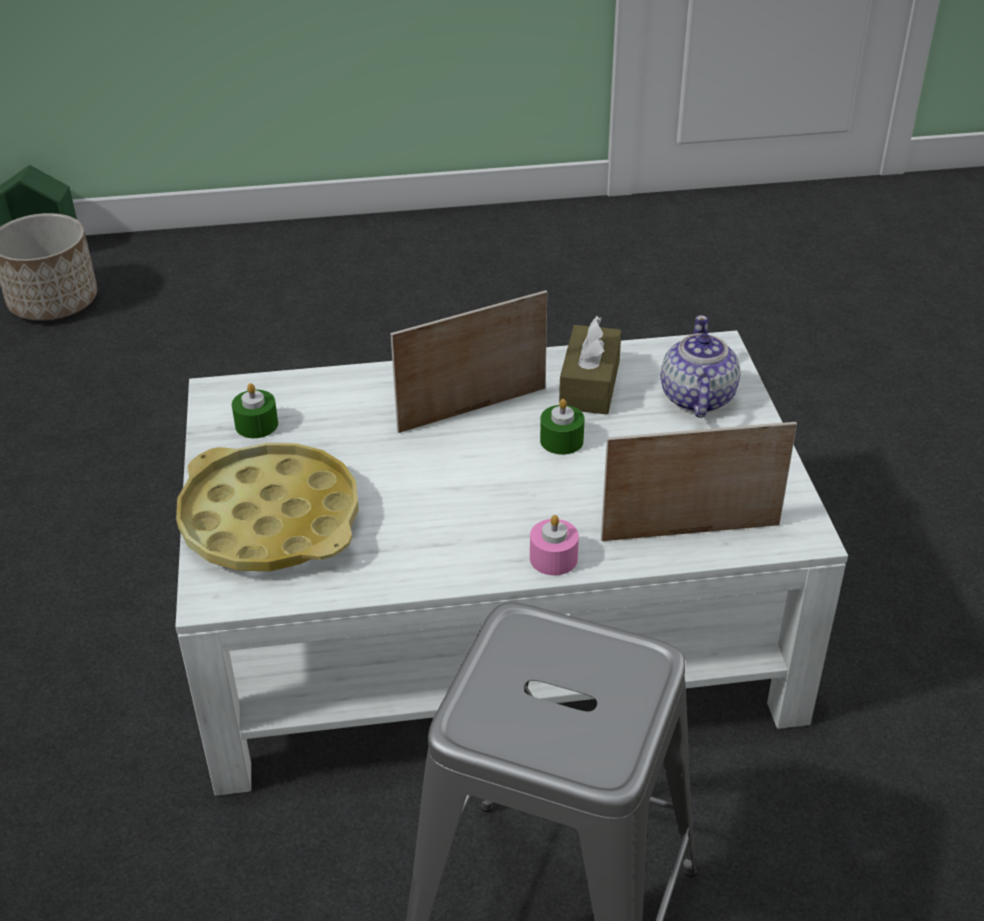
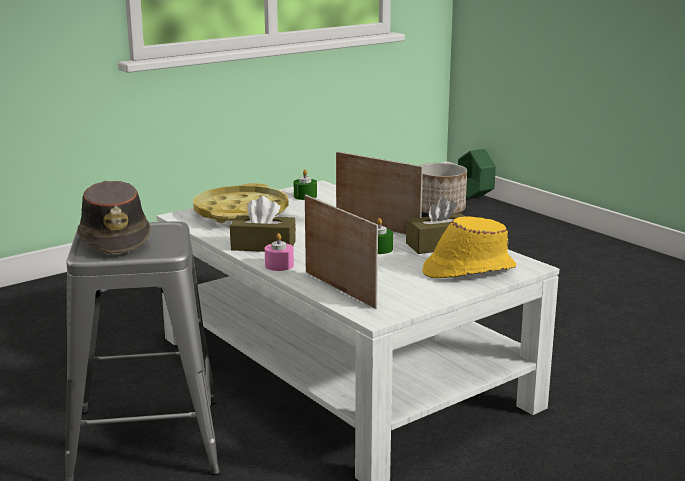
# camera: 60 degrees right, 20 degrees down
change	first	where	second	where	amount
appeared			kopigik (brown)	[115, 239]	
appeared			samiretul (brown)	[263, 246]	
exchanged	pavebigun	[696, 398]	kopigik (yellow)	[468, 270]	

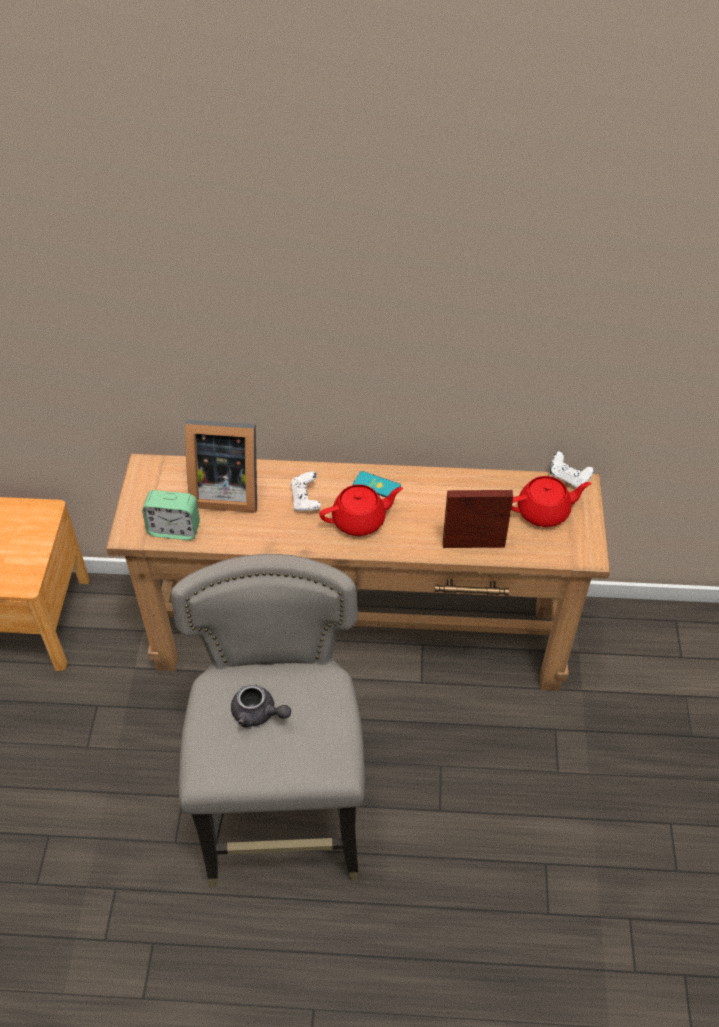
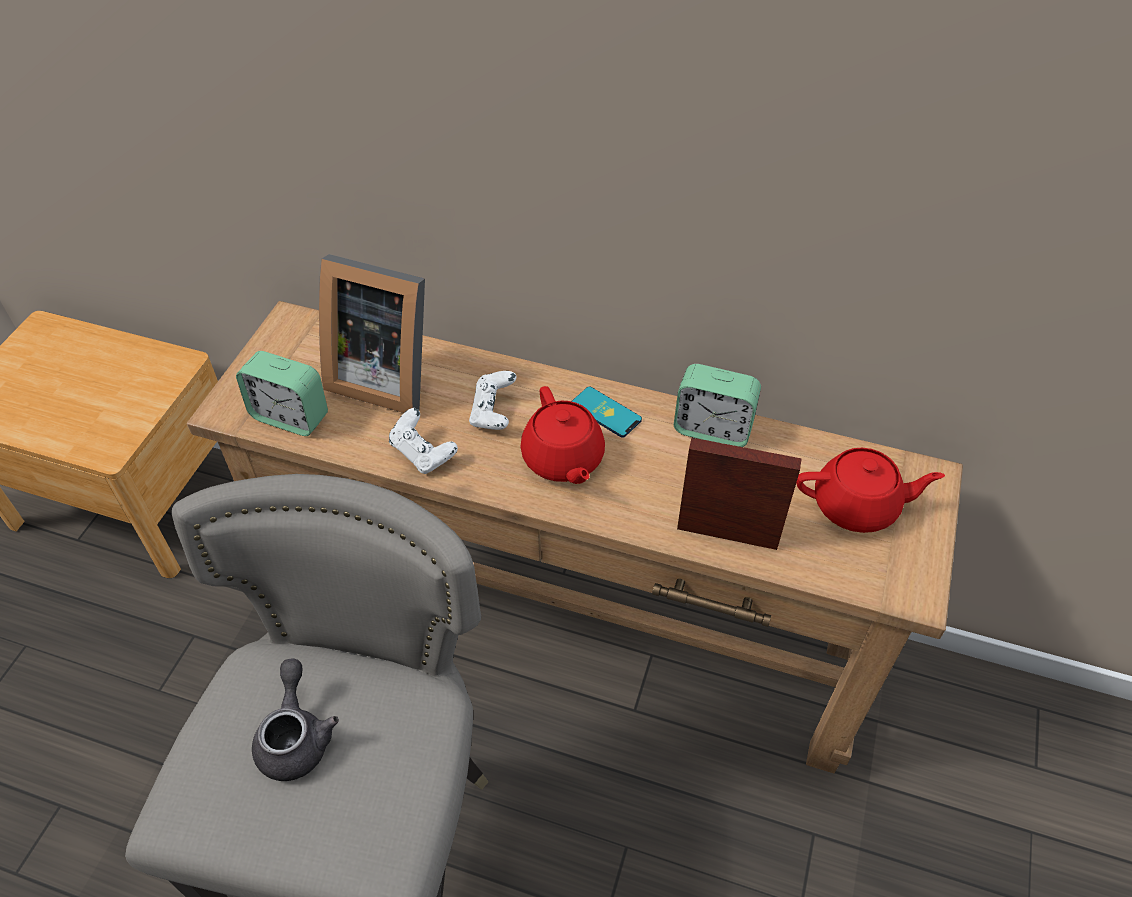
# camera: 15 degrees right, 0 degrees up
change	first	where	second	where	amount
spun	pavebigun (grey)	[258, 714]		[296, 736]	135 degrees counterclockwise
relocated	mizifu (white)	[568, 478]		[423, 454]	
spun	pavebigun (red)	[360, 520]		[563, 459]	75 degrees clockwise
appeared			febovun	[712, 429]	

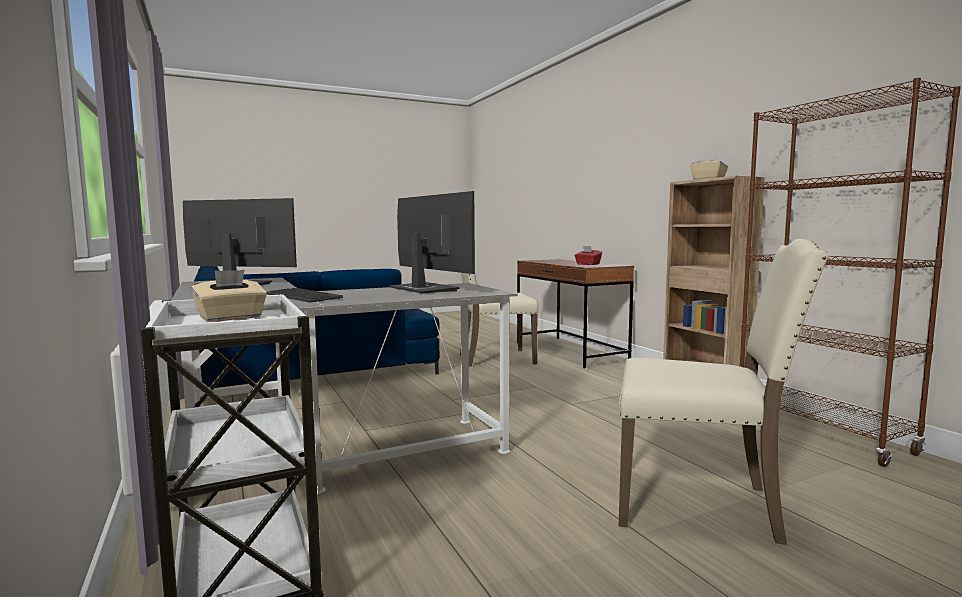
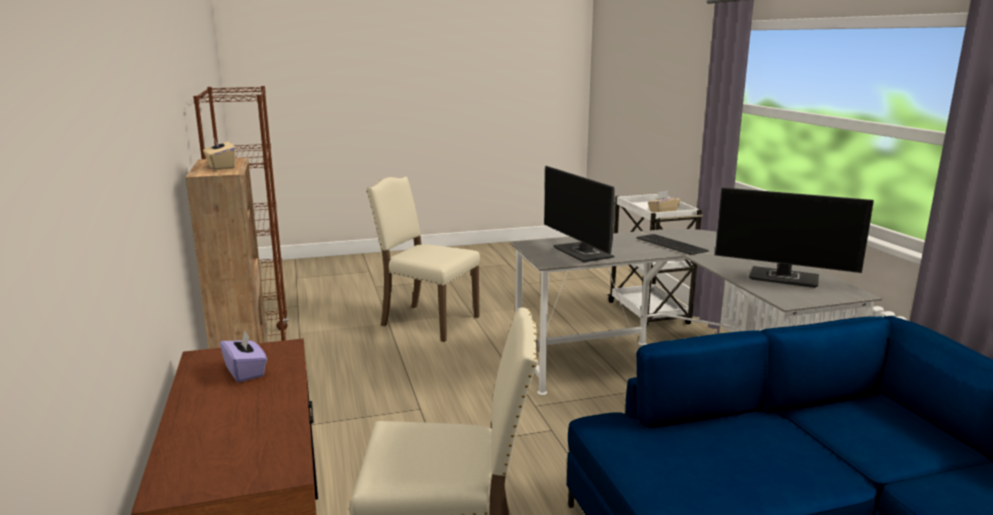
# camera: 170 degrees left, 10 degrees up
change	first	where	second	where	amount
colour	samiretul (red)	[587, 264]	samiretul (purple)	[245, 372]	

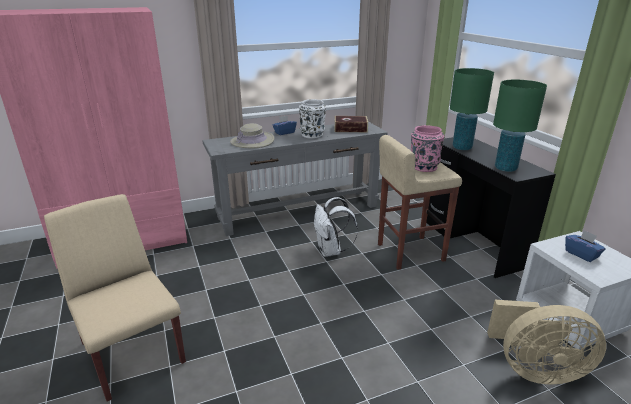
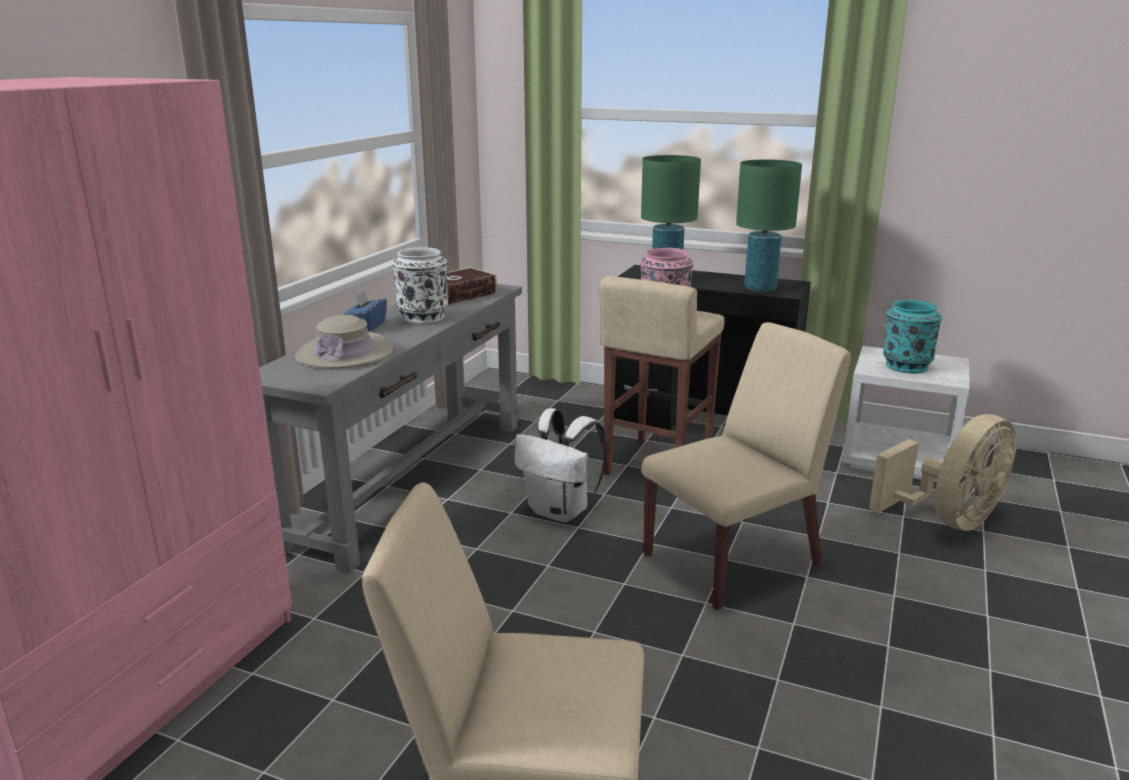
# camera: 45 degrees left, 5 degrees down
change	first	where	second	where	amount
appeared			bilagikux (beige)	[733, 560]	
exchanged	samiretul (blue)	[581, 254]	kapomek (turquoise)	[905, 366]	

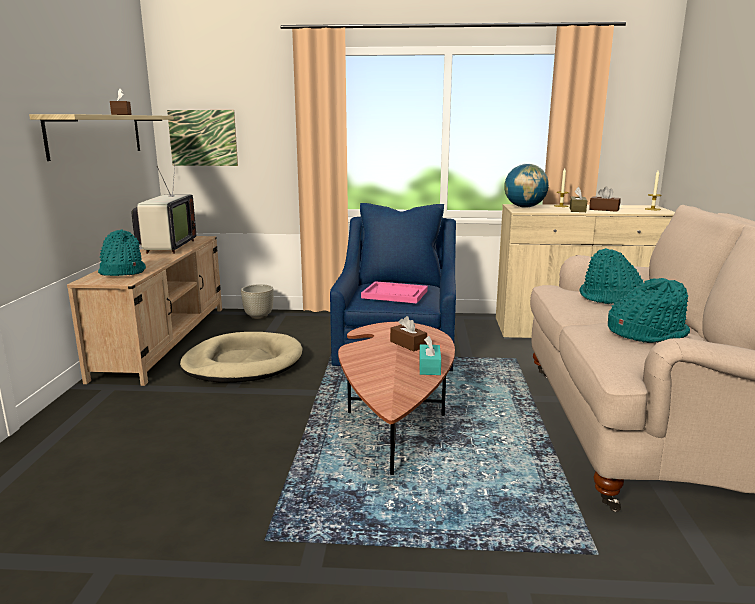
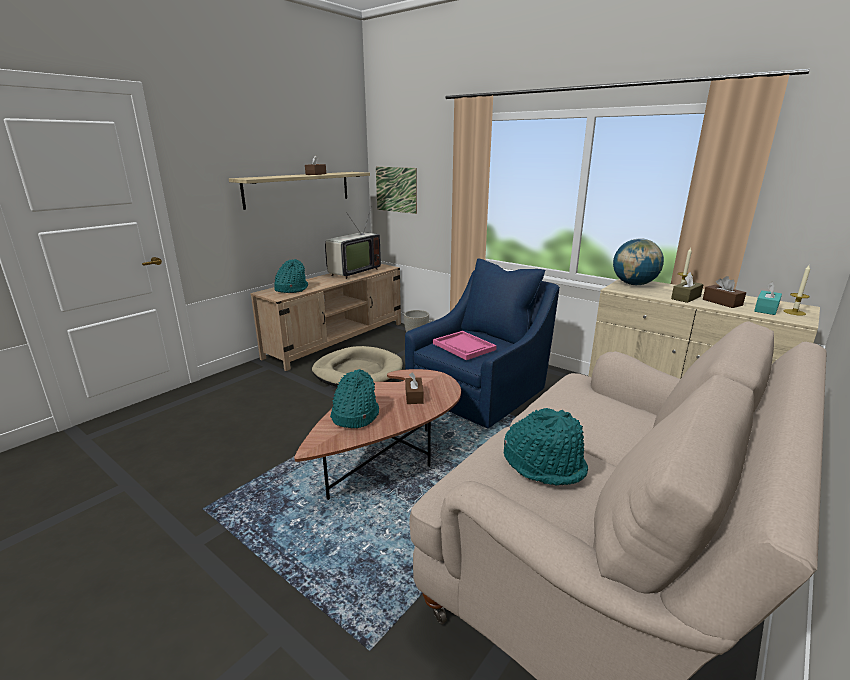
# camera: 35 degrees right, 5 degrees up
change	first	where	second	where	amount
relocated	kopigik (turquoise)	[609, 299]		[354, 415]	
relocated	samiretul (turquoise)	[429, 367]		[766, 309]	

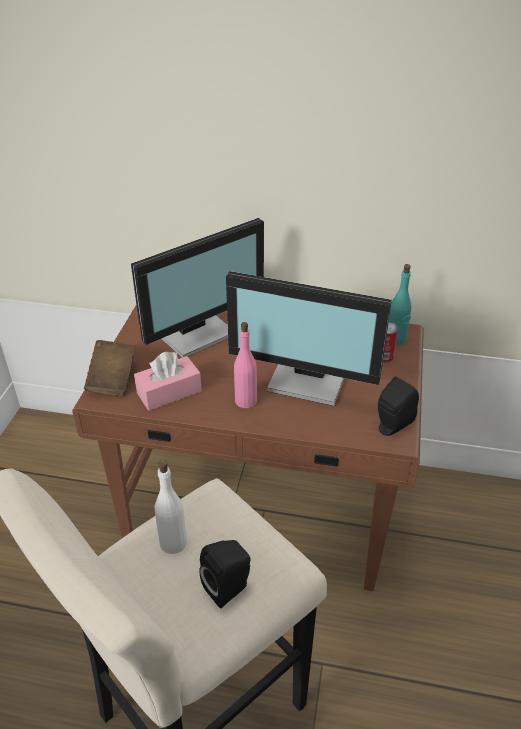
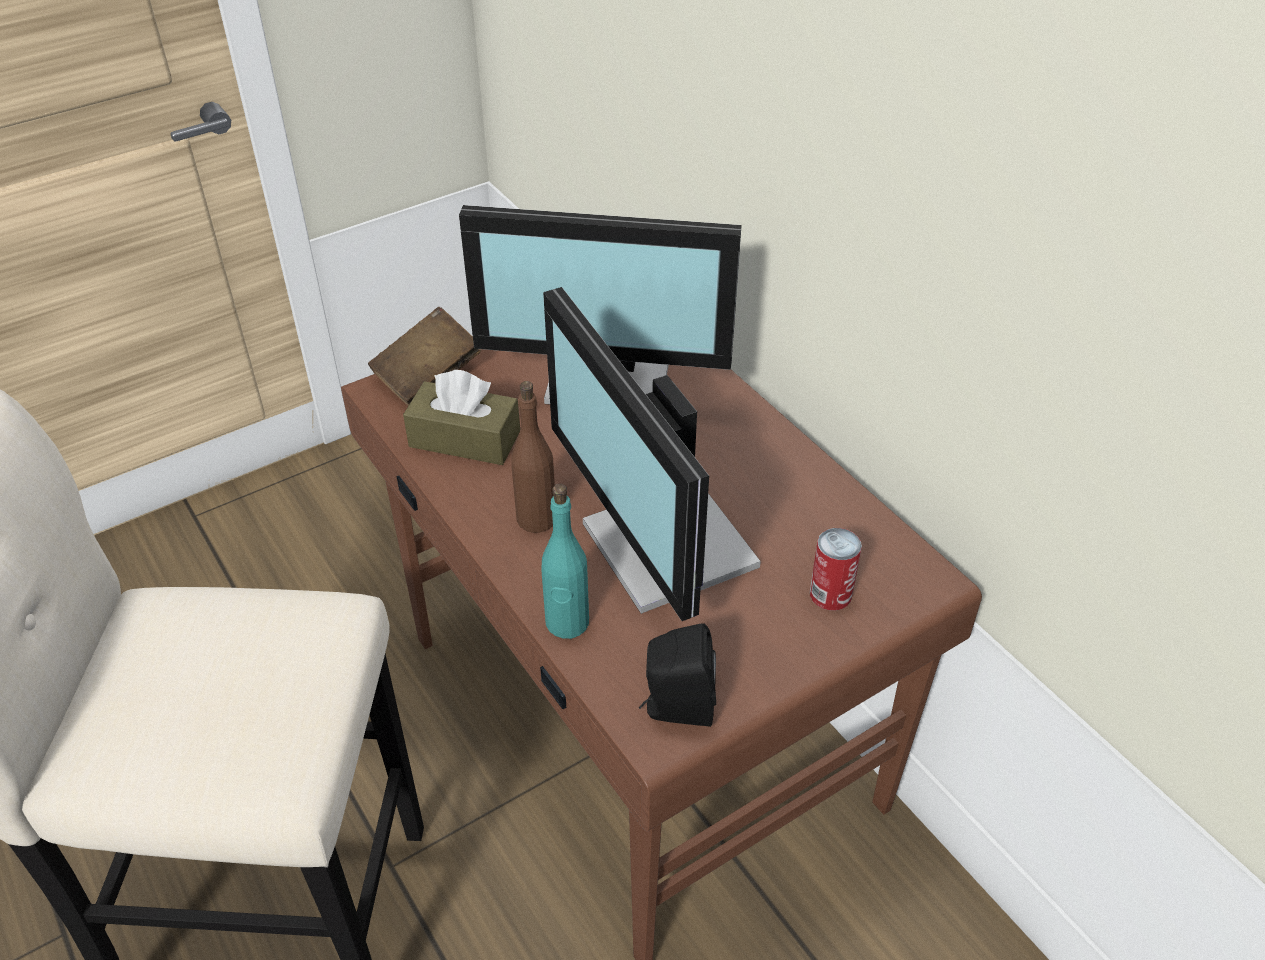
# camera: 45 degrees right, 5 degrees up
change	first	where	second	where	amount
colour	samiretul (pink)	[169, 392]	samiretul (brown)	[465, 439]	
colour	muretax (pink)	[245, 400]	muretax (brown)	[537, 518]	
relocated	muretax (turquoise)	[396, 339]		[567, 623]	
missing	muretax (white)	[173, 542]			
missing	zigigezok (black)	[229, 588]			

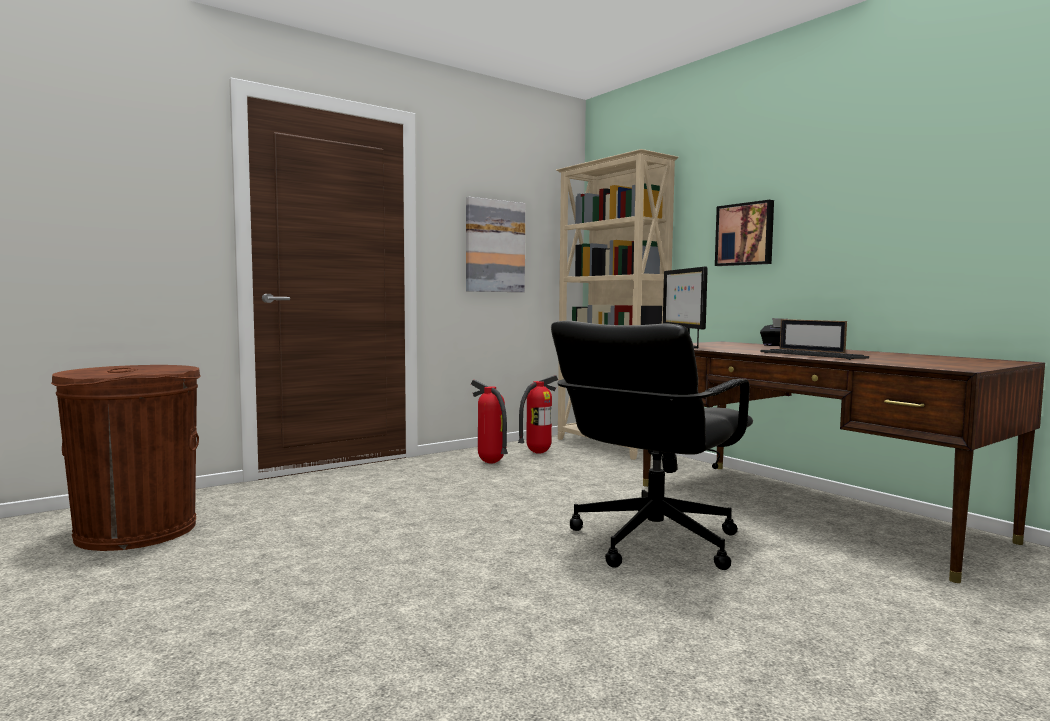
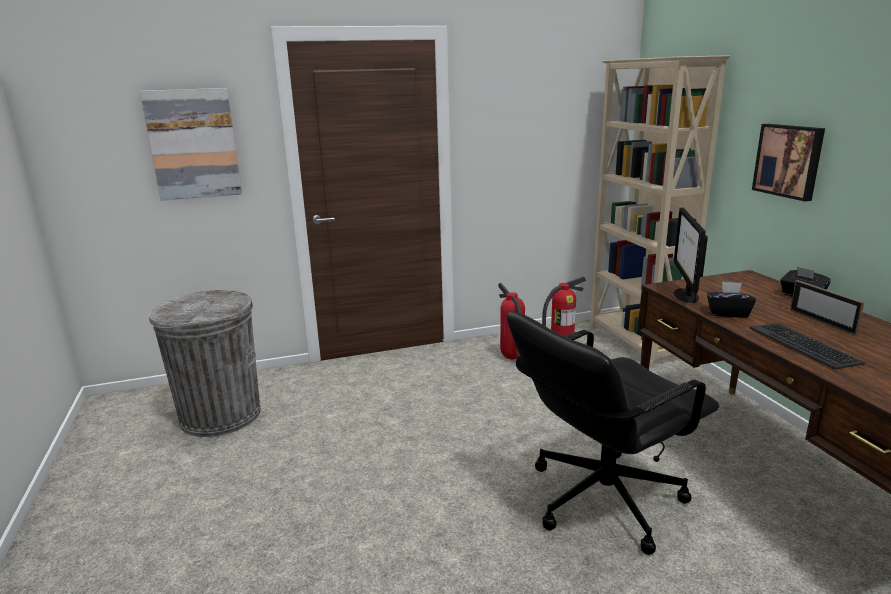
# camera: 20 degrees right, 15 degrees up
change	first	where	second	where	amount
relocated	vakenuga	[494, 246]		[193, 144]	
colour	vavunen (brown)	[136, 530]	vavunen (grey)	[220, 415]	
appeared			samiretul (black)	[728, 313]	

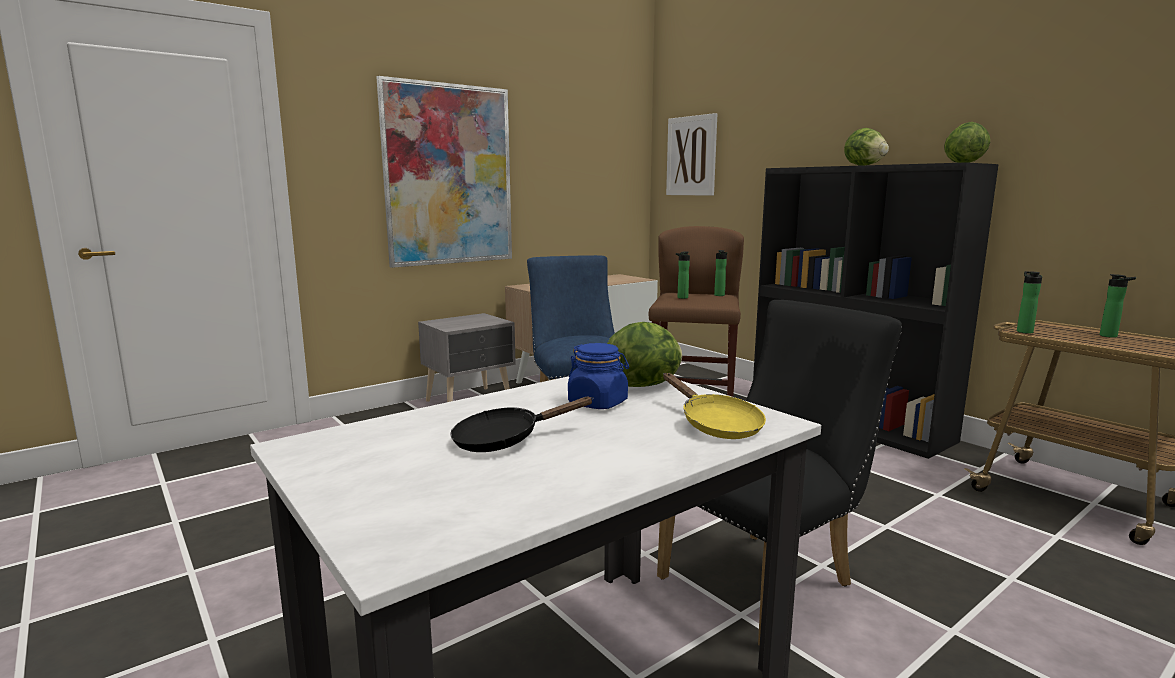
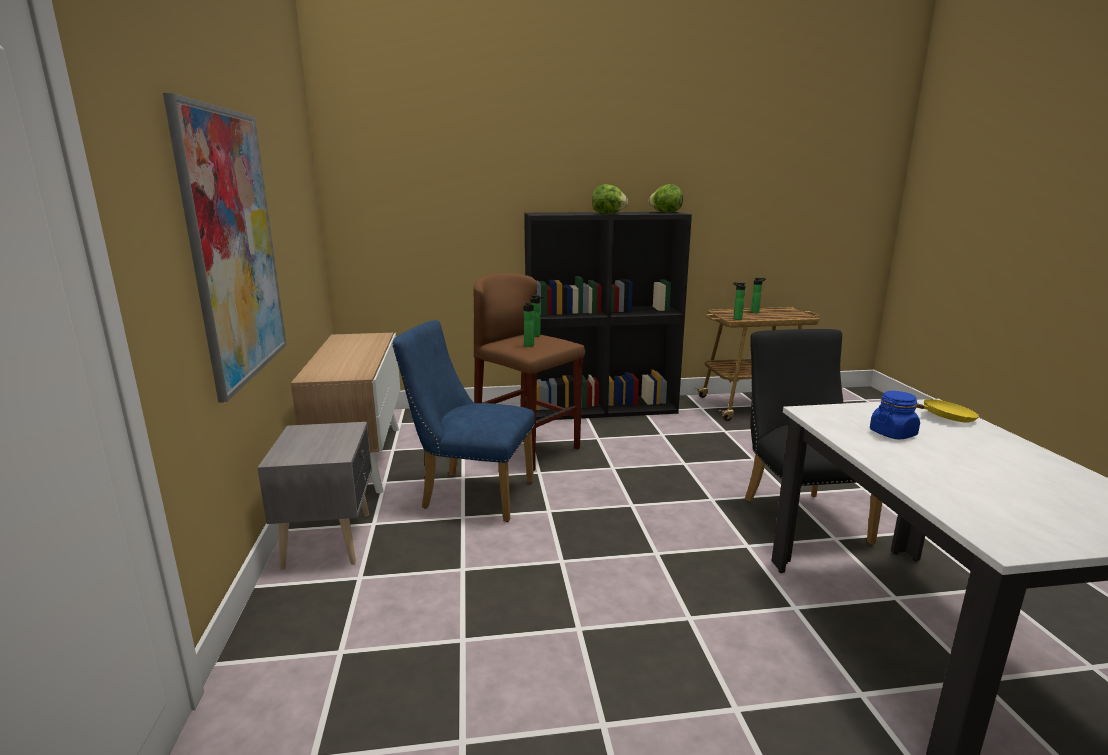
# camera: 60 degrees left, 5 degrees up
change	first	where	second	where	amount
missing	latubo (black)	[505, 440]			
missing	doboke	[645, 385]			
missing	vakenuga	[691, 156]			

